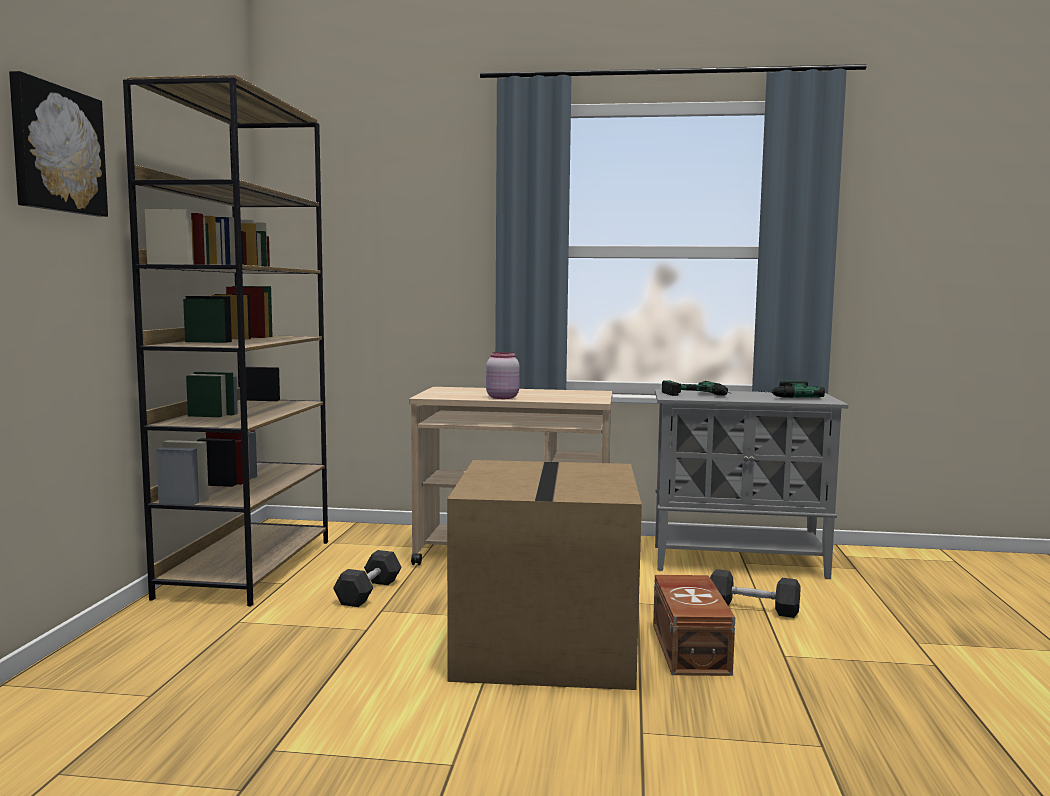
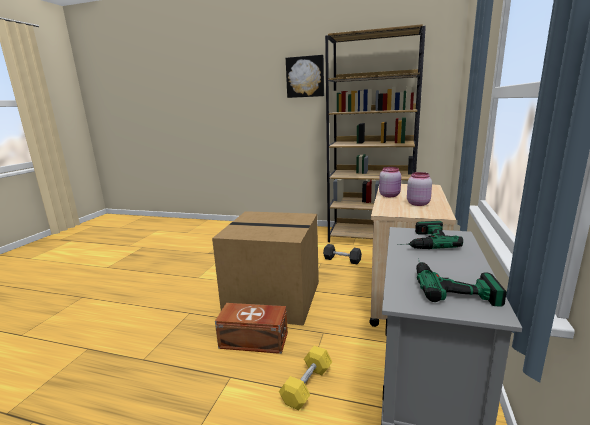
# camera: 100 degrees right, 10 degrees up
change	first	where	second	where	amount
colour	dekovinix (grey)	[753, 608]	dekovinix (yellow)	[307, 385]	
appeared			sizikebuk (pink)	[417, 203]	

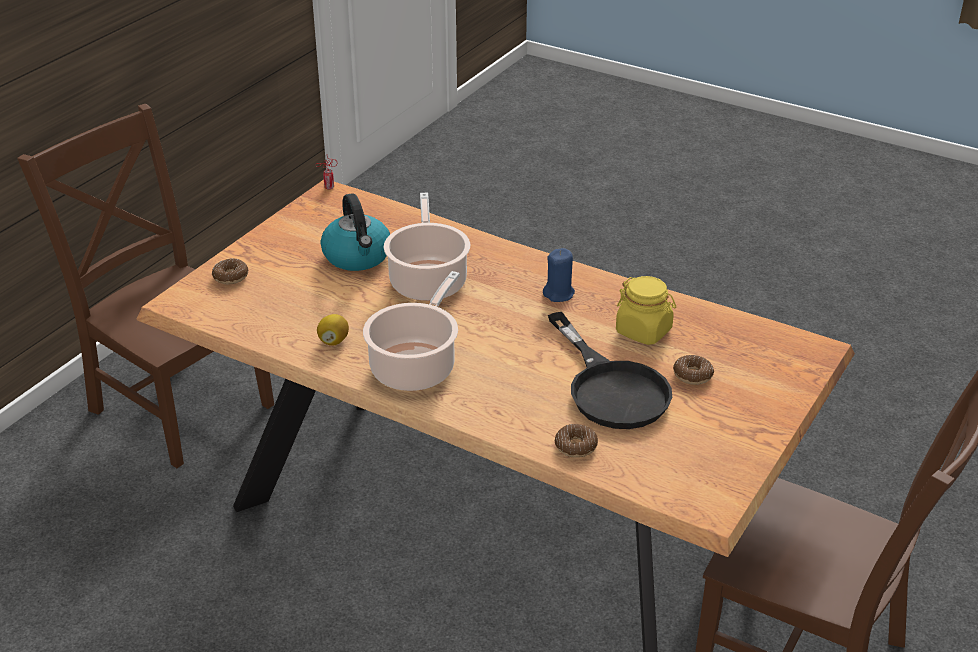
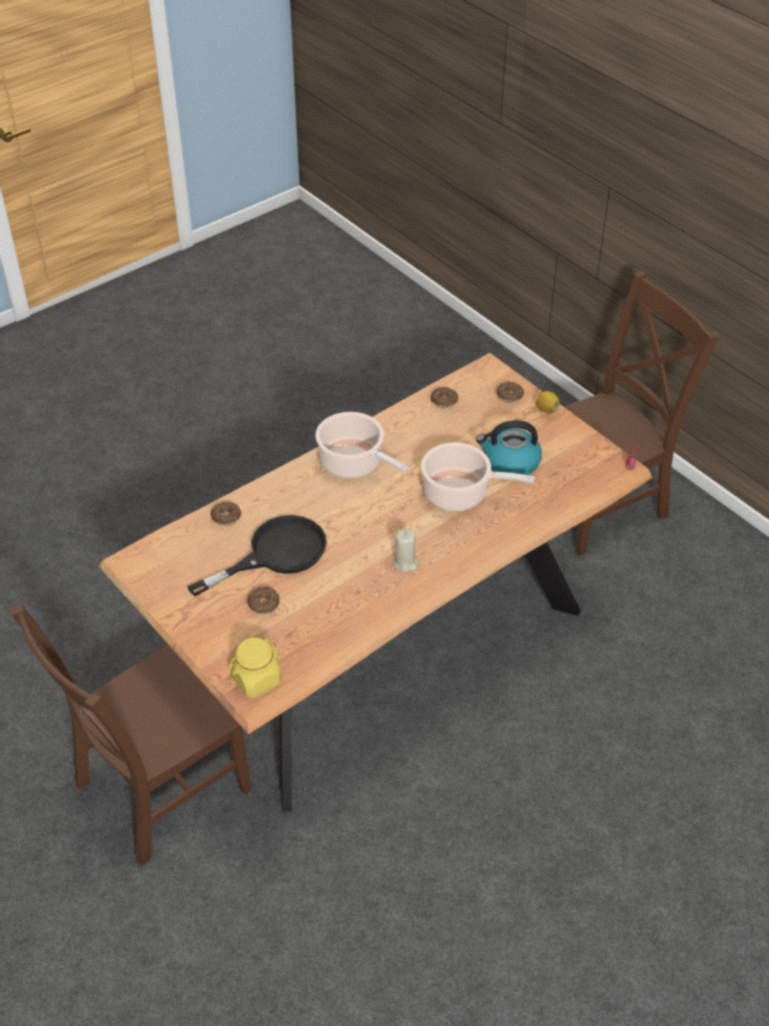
# camera: 110 degrees right, 10 degrees up
change	first	where	second	where	amount
spun	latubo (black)	[611, 387]		[275, 554]	150 degrees clockwise
relocated	sizikebuk (yellow)	[644, 331]		[256, 680]	
colour	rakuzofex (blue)	[559, 294]	rakuzofex (beige)	[405, 562]	
appeared			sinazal	[444, 401]	
relocated	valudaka	[333, 341]		[546, 409]	

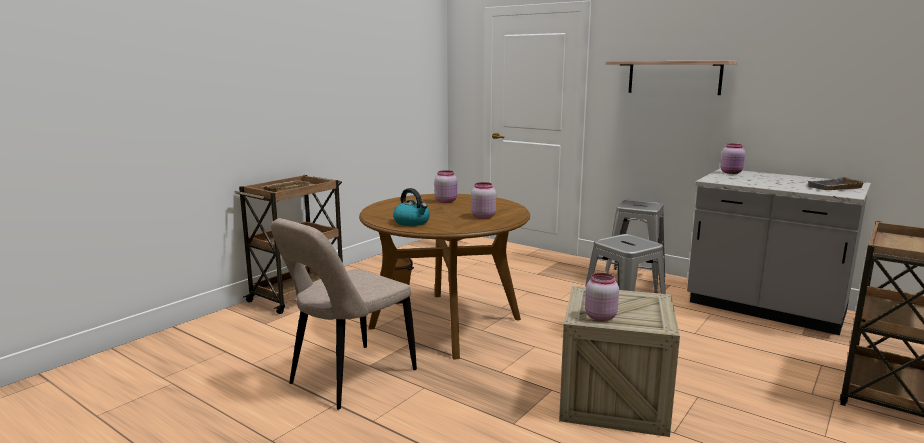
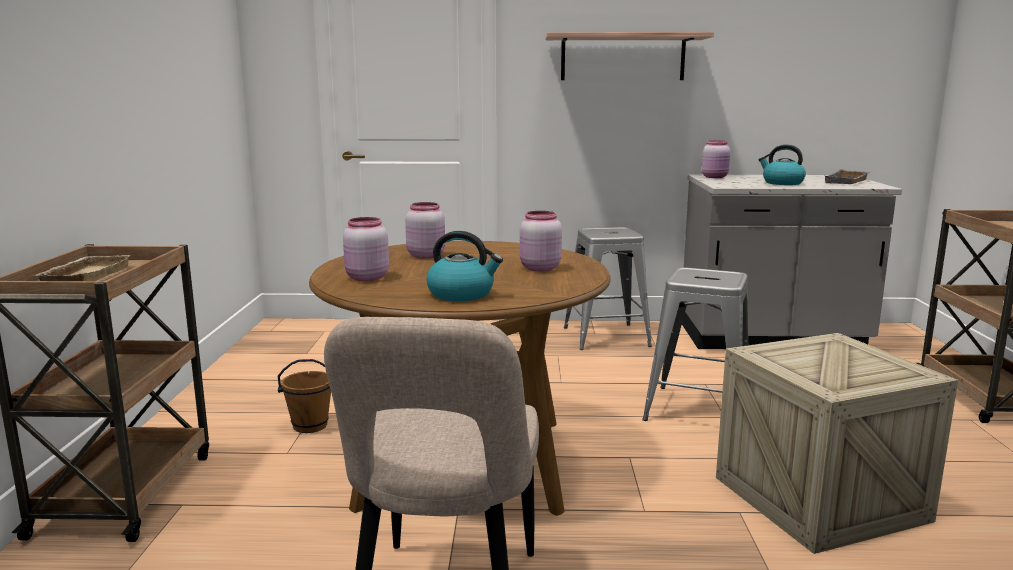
# camera: 35 degrees left, 0 degrees up
change	first	where	second	where	amount
relocated	sizikebuk (pink)	[599, 317]		[366, 278]	
appeared			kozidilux	[782, 183]	

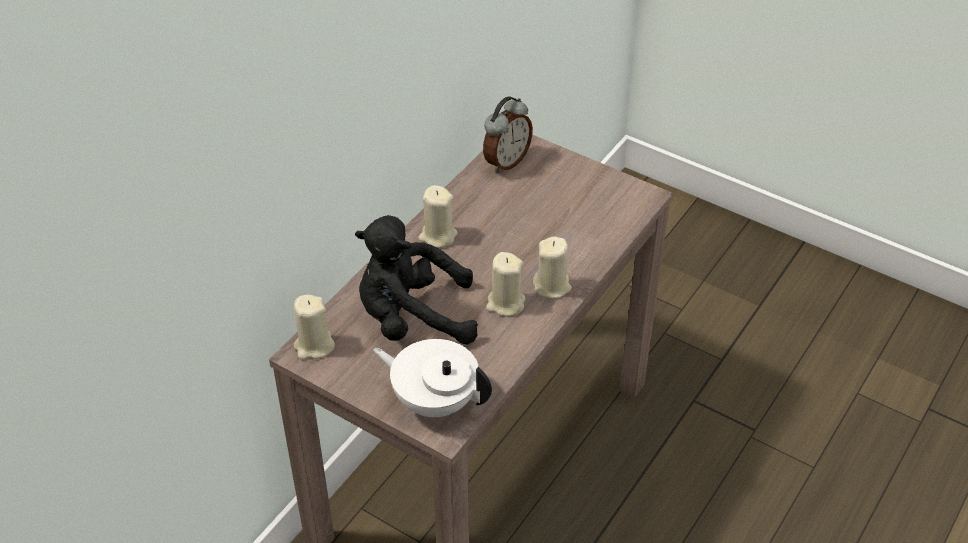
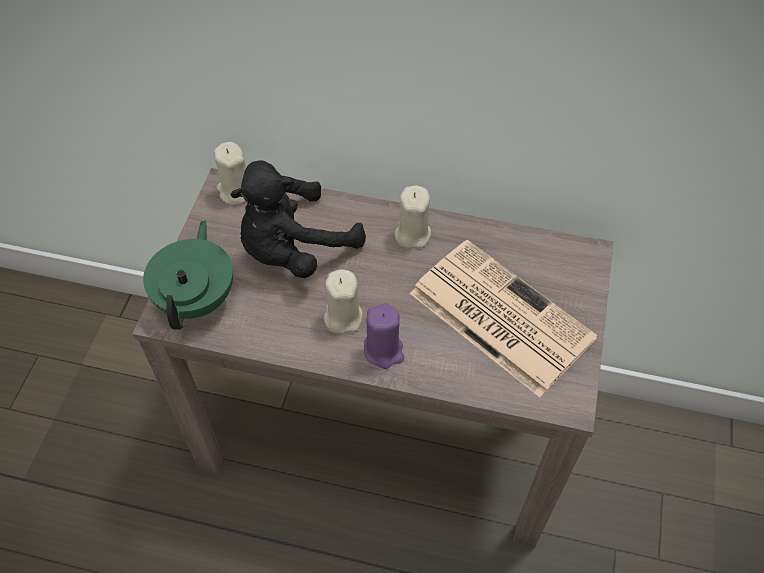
# camera: 70 degrees right, 10 degrees up
change	first	where	second	where	amount
colour	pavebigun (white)	[435, 400]	pavebigun (green)	[197, 298]	
spun	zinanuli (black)	[412, 318]		[294, 249]	105 degrees counterclockwise
colour	rakuzofex (beige)	[552, 286]	rakuzofex (purple)	[384, 350]	
appeared			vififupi	[498, 315]	
missing	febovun	[506, 161]			

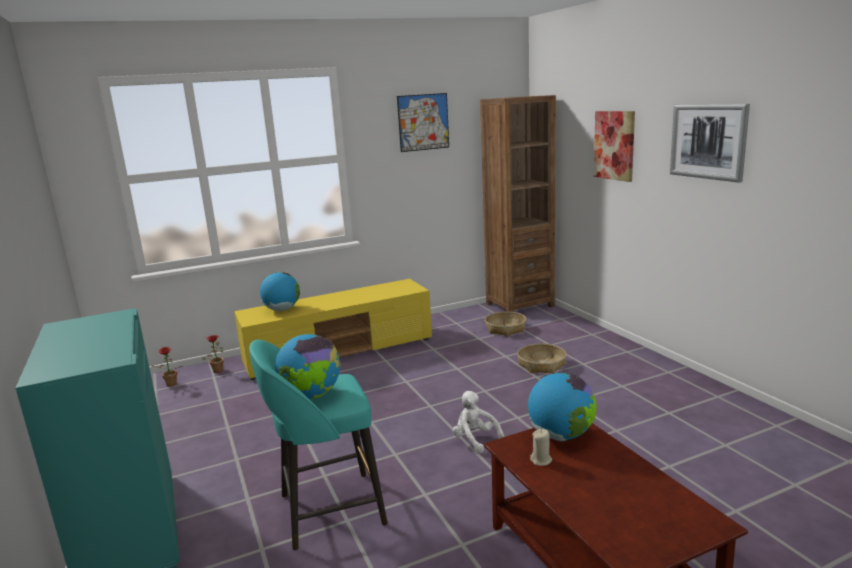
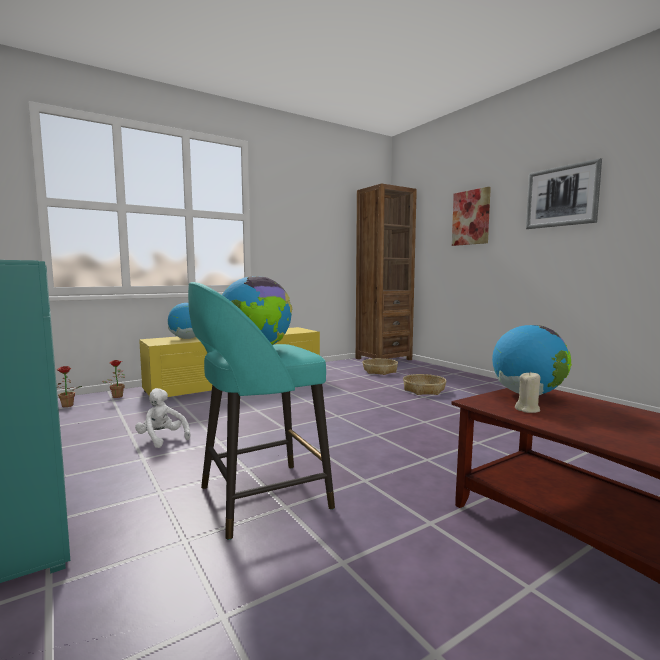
# camera: 10 degrees left, 10 degrees down
change	first	where	second	where	amount
relocated	zinanuli (white)	[475, 440]		[162, 439]	
missing	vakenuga	[423, 122]			

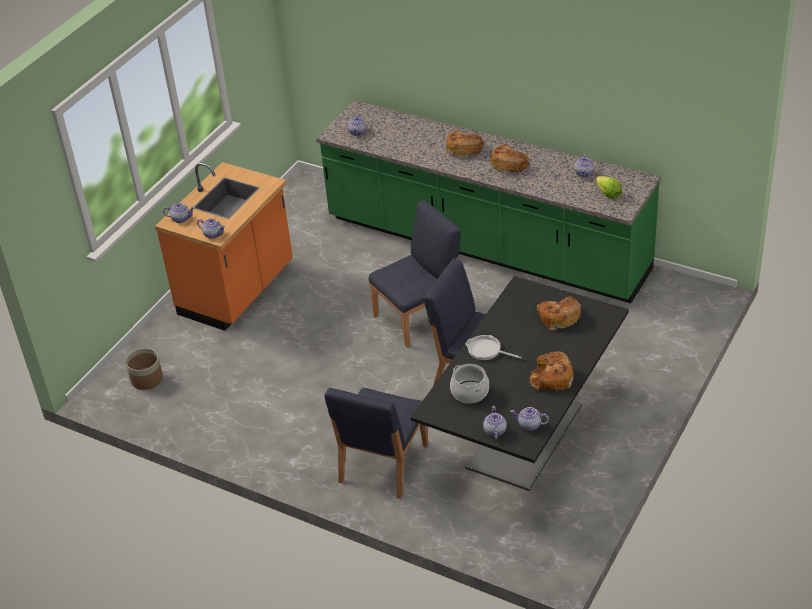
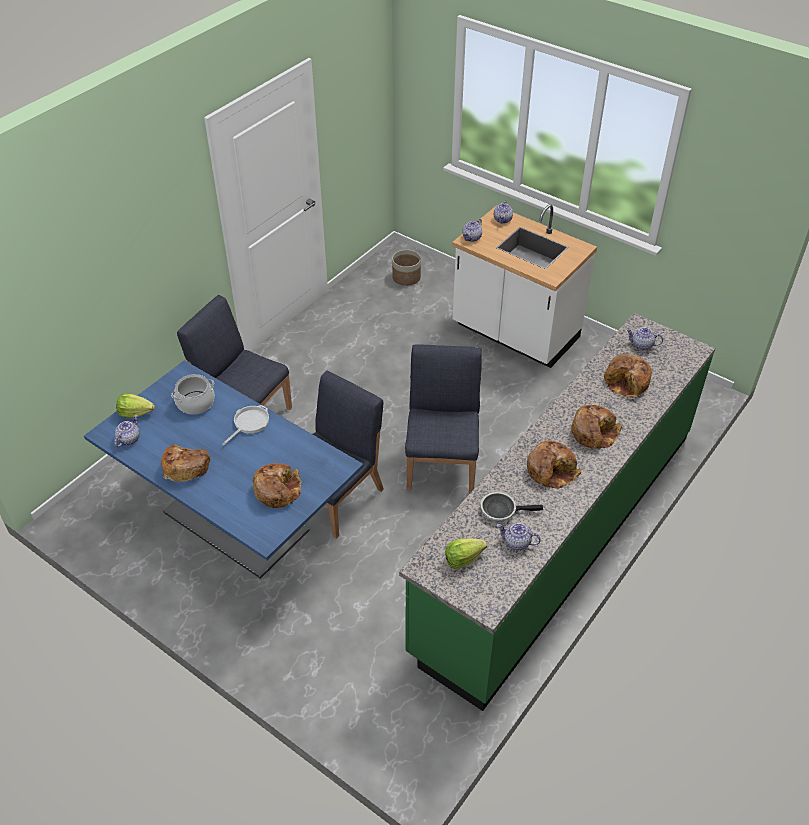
# camera: 95 degrees right, 5 degrees up
change	first	where	second	where	amount
colour	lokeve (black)	[524, 436]	lokeve (blue)	[236, 521]	
exchanged	pavebigun	[494, 431]	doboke	[135, 413]	
spun	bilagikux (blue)	[419, 317]		[442, 462]	150 degrees counterclockwise
colour	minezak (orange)	[238, 291]	minezak (white)	[515, 334]	
appeared			latubo	[501, 510]	
appeared			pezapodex	[627, 382]	

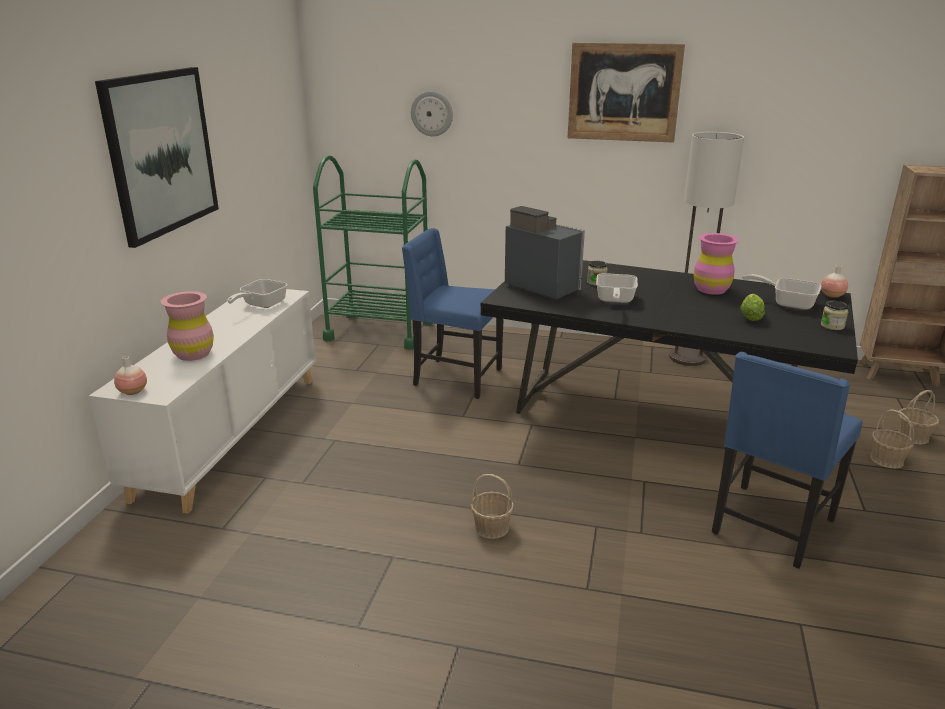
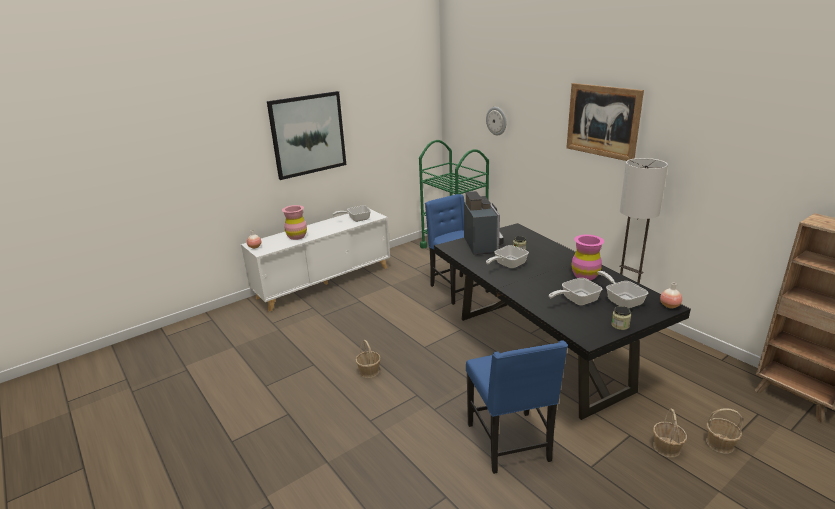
# camera: 40 degrees right, 0 degrees up
change	first	where	second	where	amount
spun	bilagikux (blue)	[770, 527]		[510, 443]	90 degrees counterclockwise
exchanged	doboke	[751, 315]	latubo	[576, 300]	

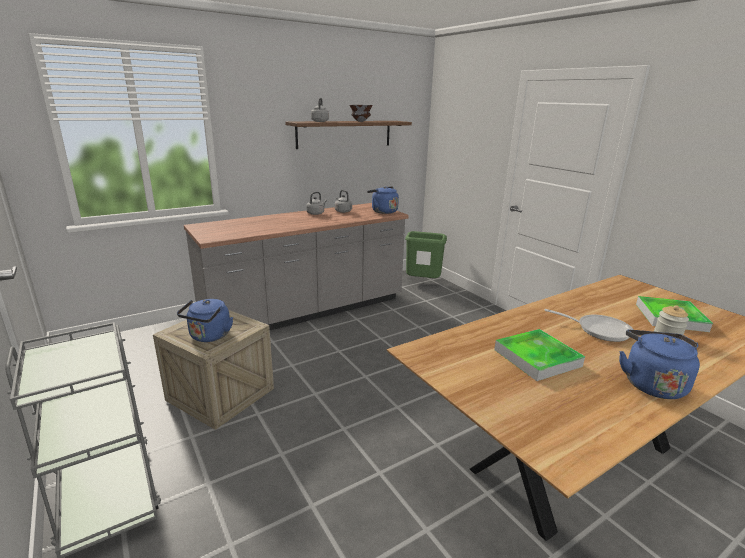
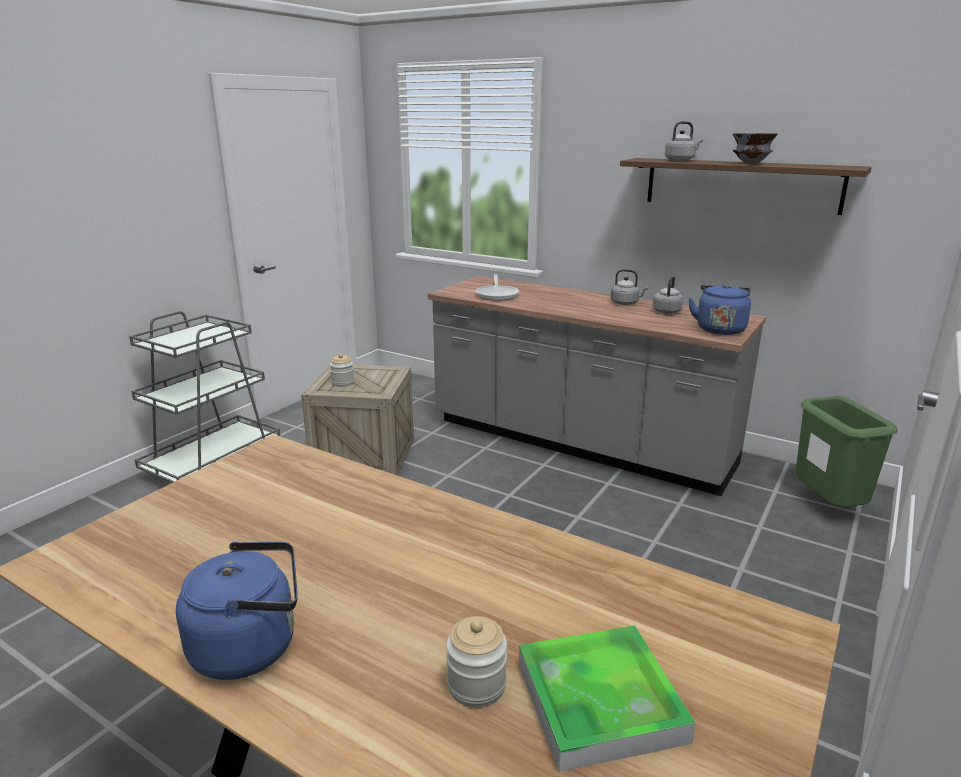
# camera: 65 degrees right, 0 degrees up
change	first	where	second	where	amount
exchanged	kozidilux (blue)	[209, 336]	sizikebuk	[343, 383]	
relocated	latubo	[598, 330]		[497, 294]	
missing	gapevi	[537, 358]			

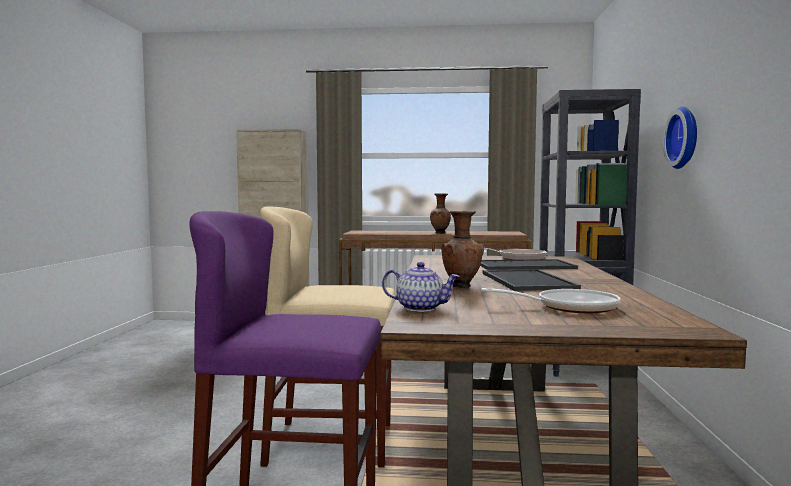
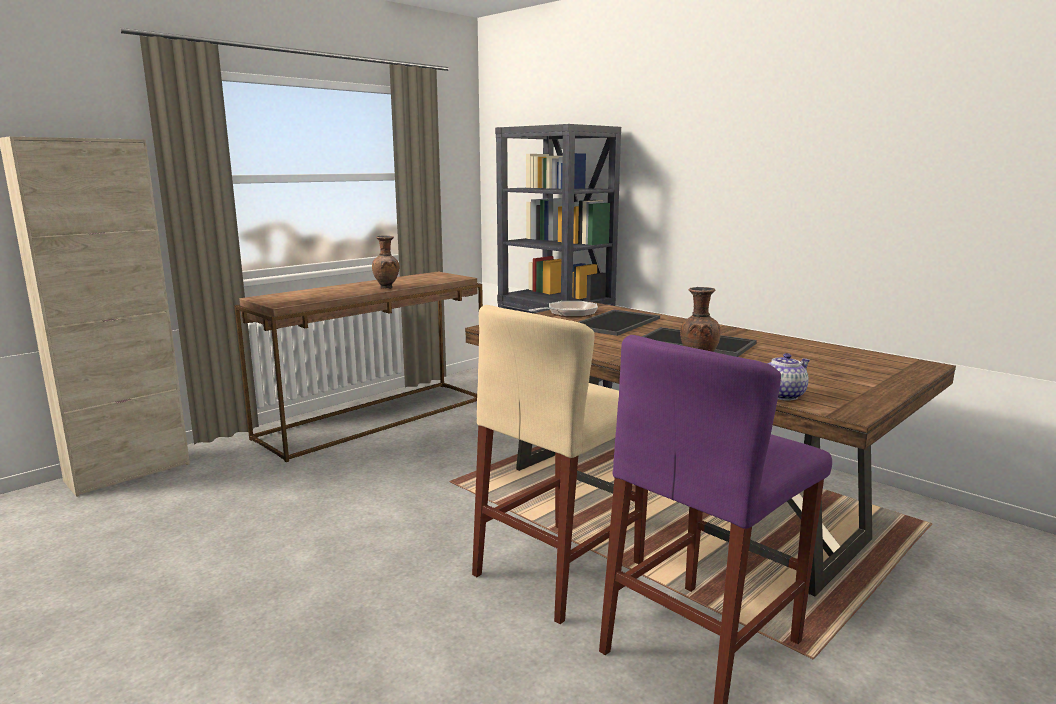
# camera: 50 degrees left, 10 degrees up
change	first	where	second	where	amount
missing	latubo	[569, 307]			
missing	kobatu	[685, 137]			

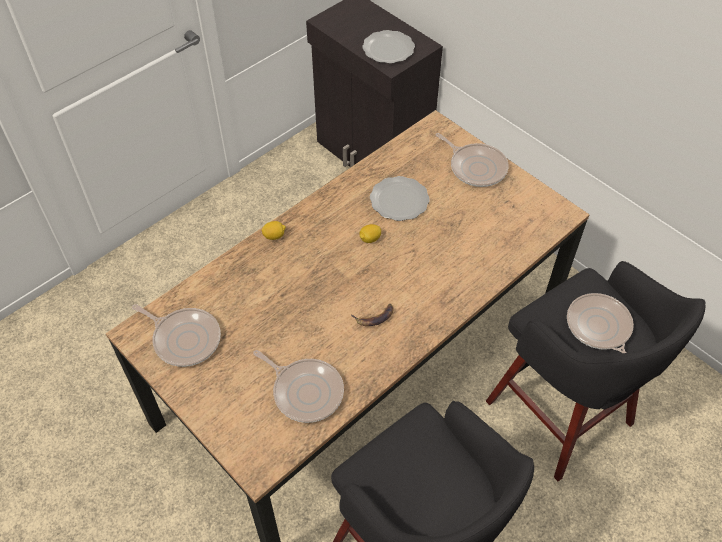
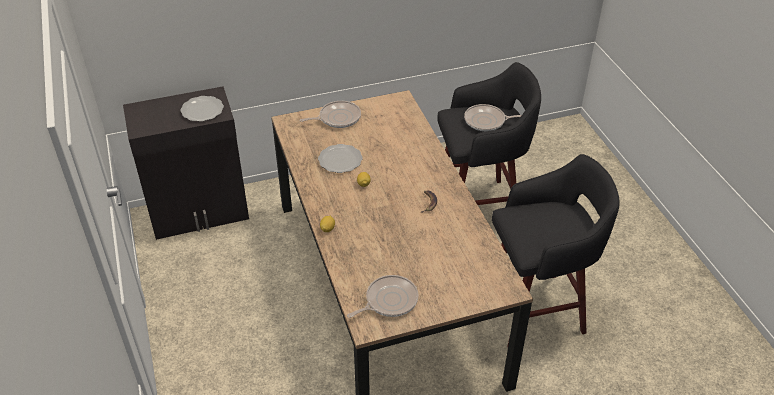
# camera: 65 degrees left, 10 degrees down
change	first	where	second	where	amount
missing	latubo	[305, 391]			

